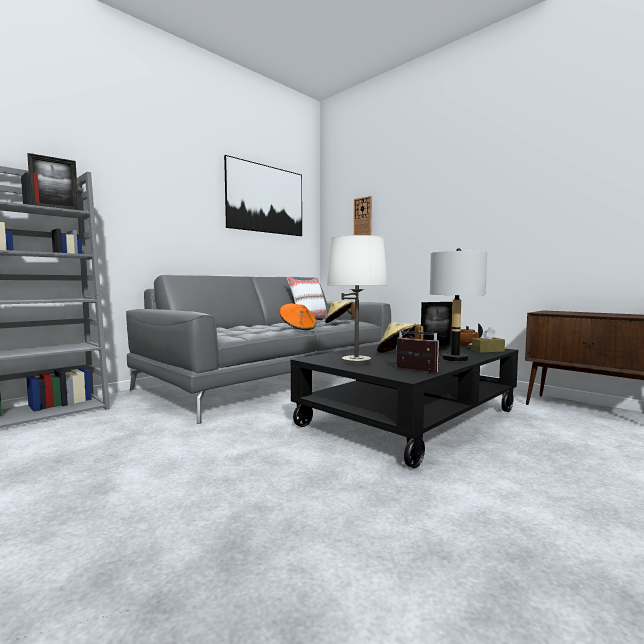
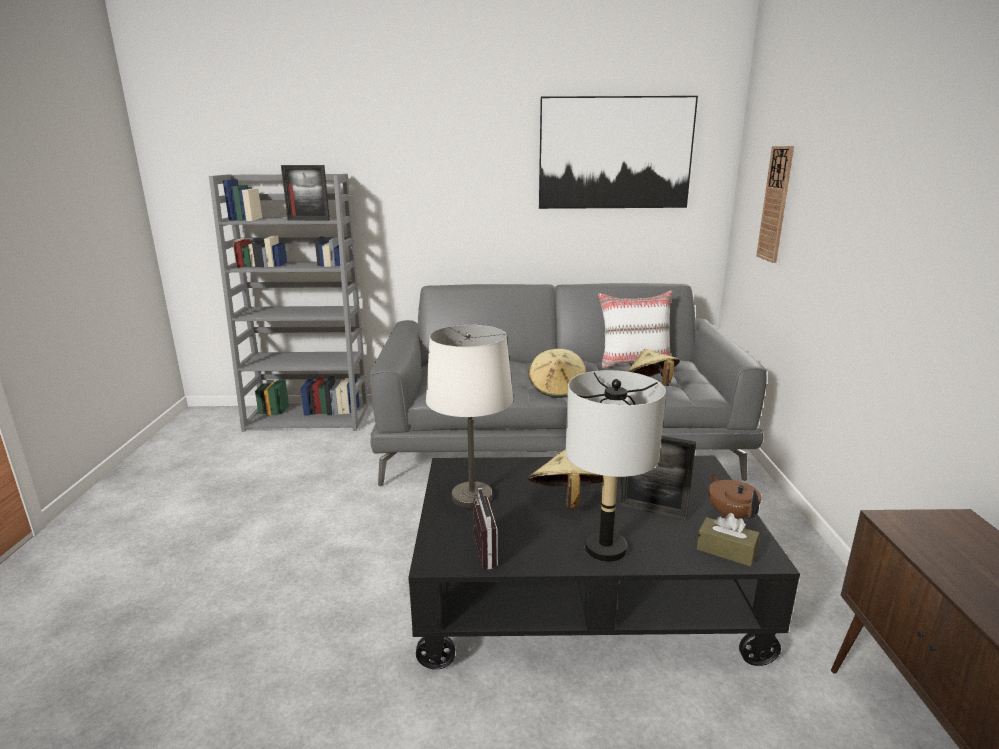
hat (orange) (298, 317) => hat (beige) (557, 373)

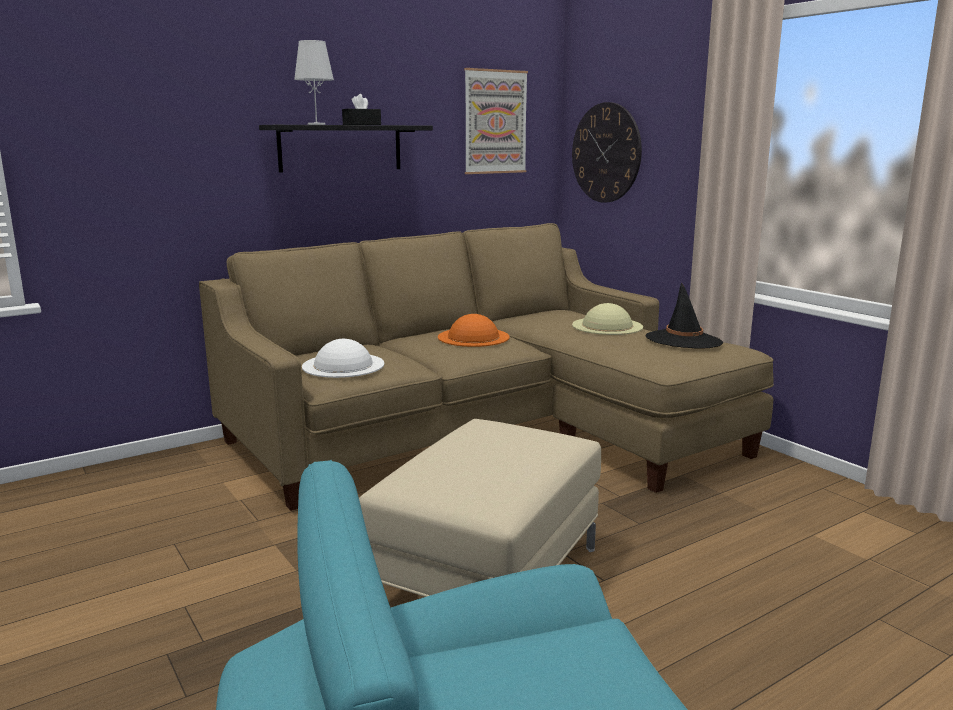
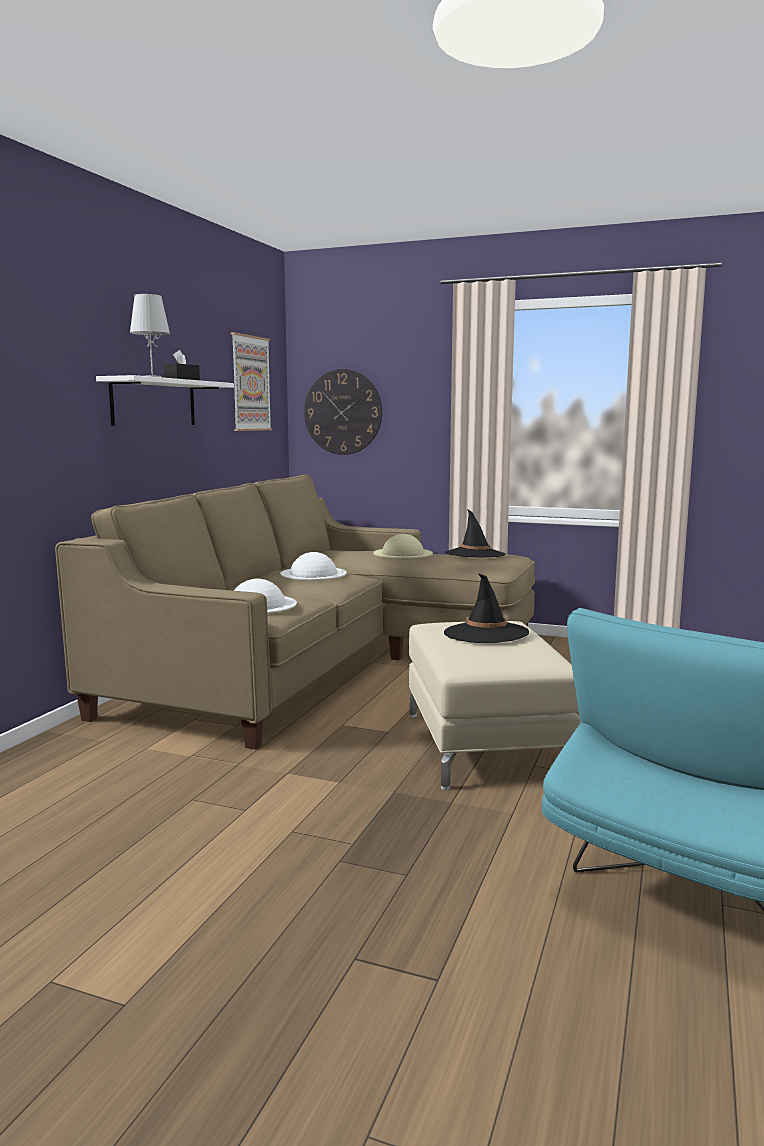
shelf (black) (346, 149) => shelf (white) (165, 400)
hat (orange) (474, 330) => hat (white) (313, 566)
nothing => hat (black) (486, 608)

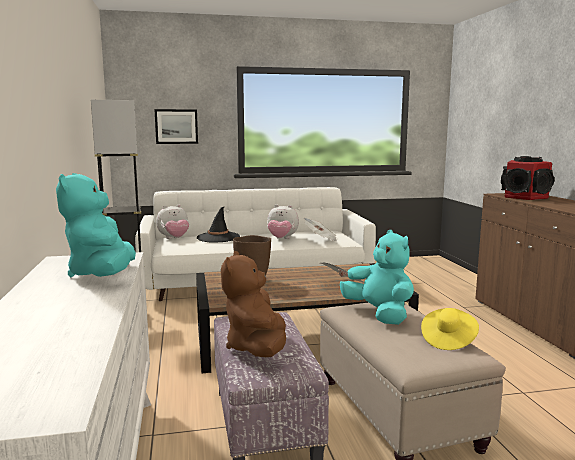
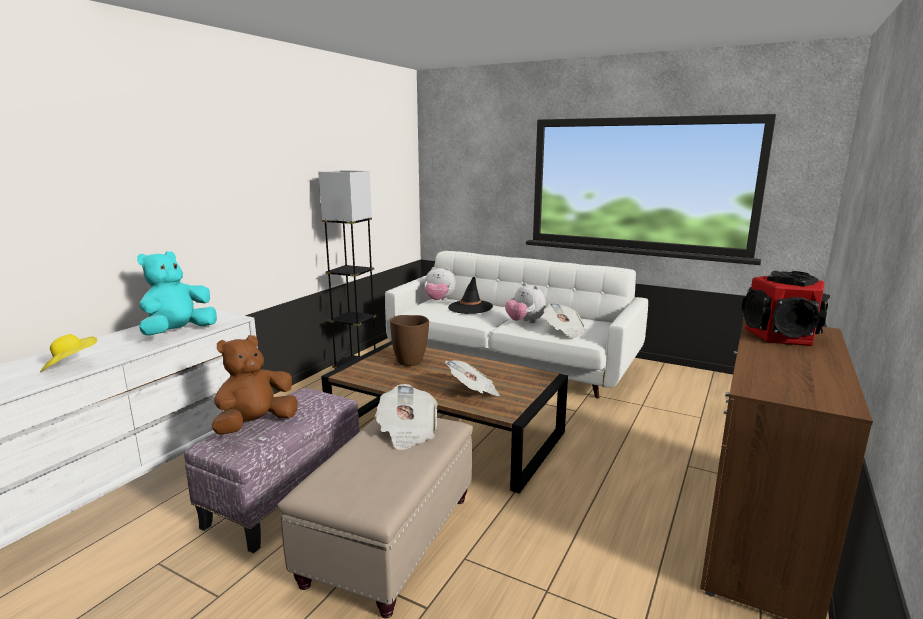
picture (176, 126) => nothing
plush toy (turquoise) (377, 277) => newspaper (406, 417)
hat (yellow) (450, 329) => hat (yellow) (68, 353), relocated

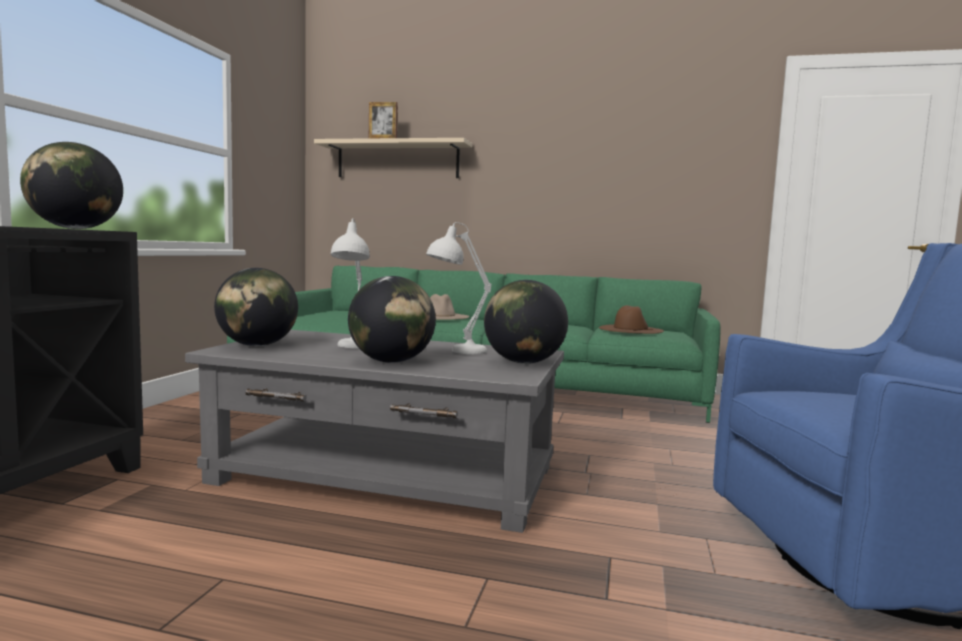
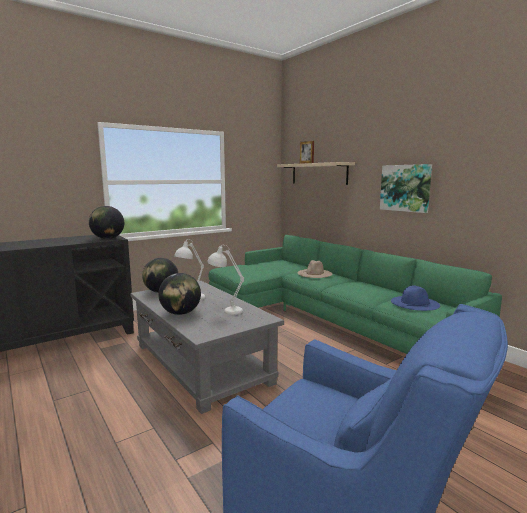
globe (526, 322) => nothing
hat (brown) (631, 319) => hat (blue) (415, 298)
nothing => picture (406, 188)

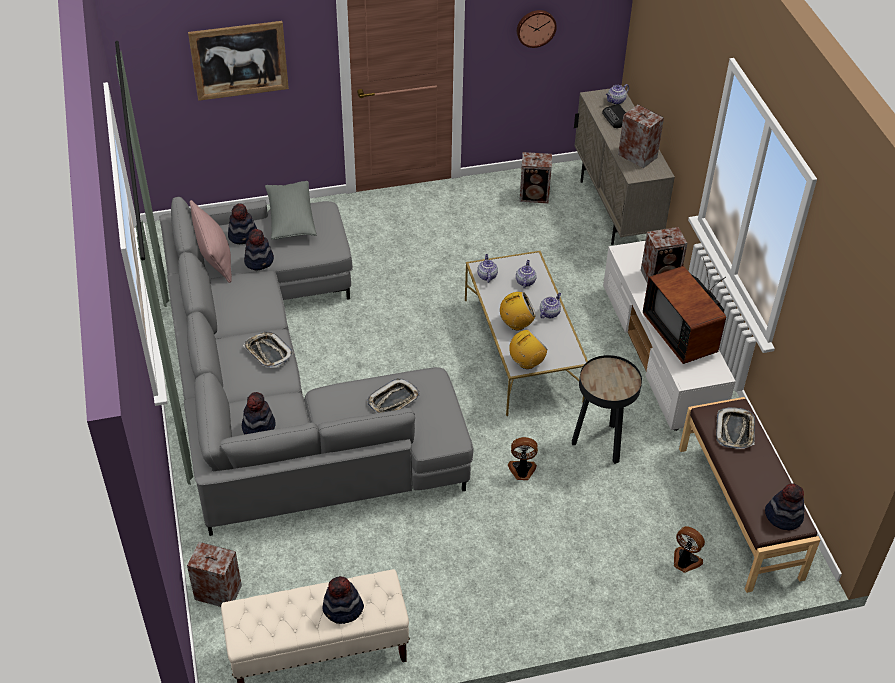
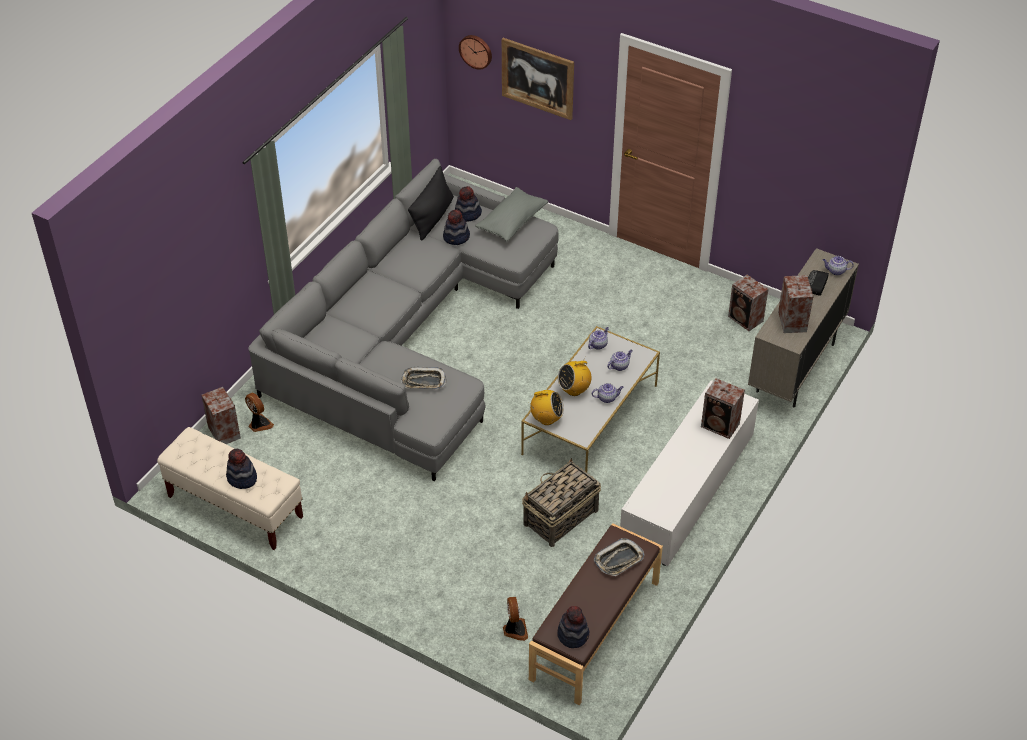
pillow (pink) (211, 241) => pillow (black) (431, 203)
hat (258, 413) => nothing
tray (268, 349) => nothing
radio (518, 311) => radio (574, 378), 120 degrees clockwise
fan (523, 458) => fan (259, 412), relocated
wall clock (537, 29) => wall clock (475, 52), relocated
side table (black) (607, 409) => basket (561, 502)
television (684, 311) => nothing

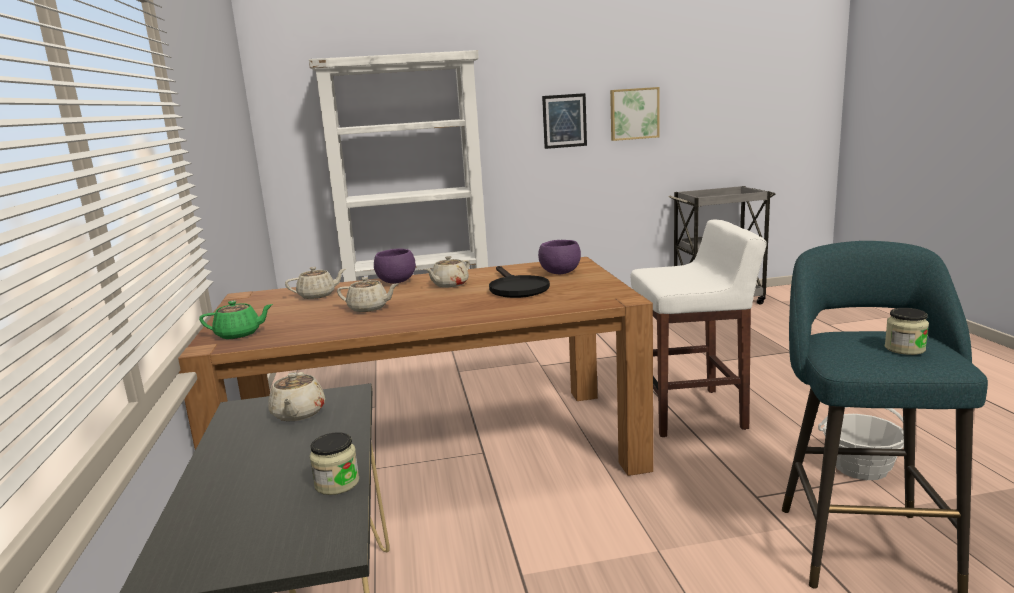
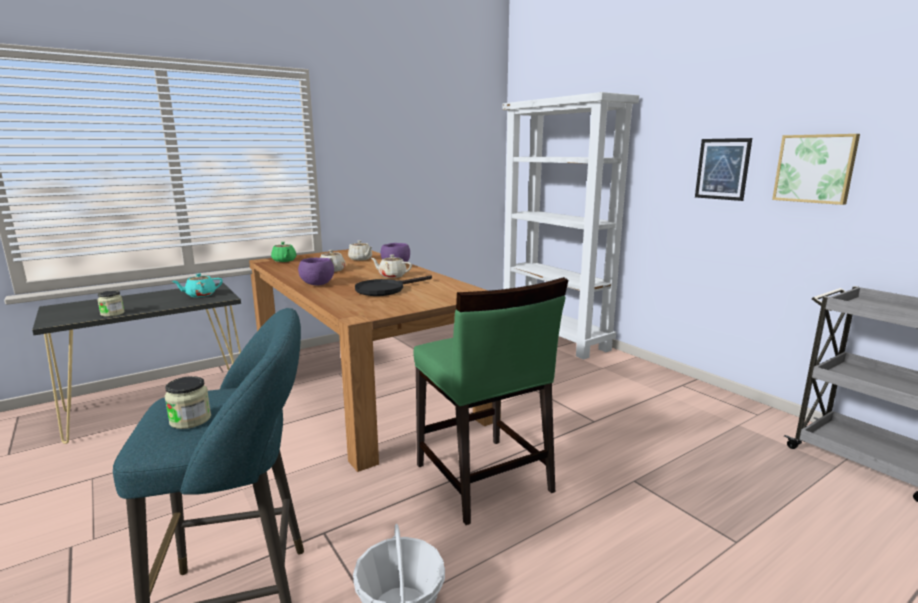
teapot (beige) (296, 396) => teapot (turquoise) (197, 285)
bowl (purple) (559, 257) => bowl (purple) (316, 271), relocated
stool (white) (699, 328) => chair (green) (491, 401)

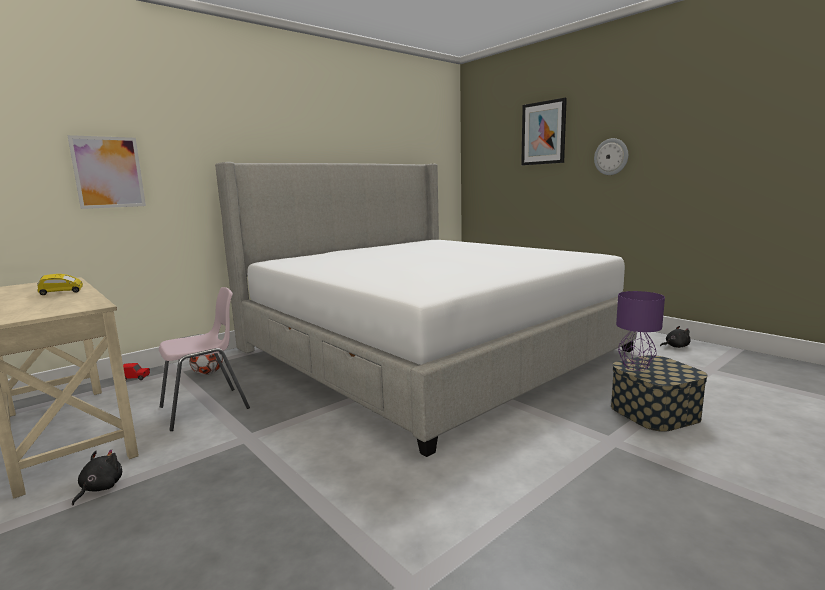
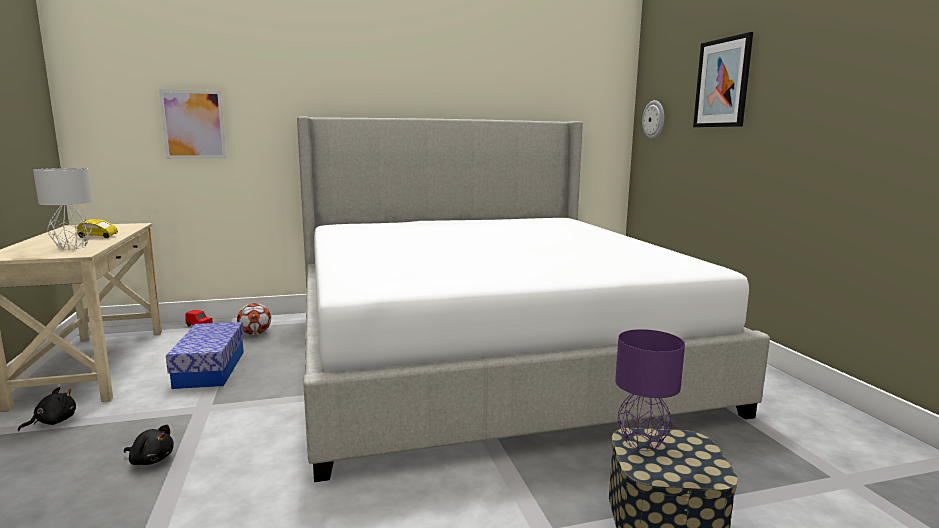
chair (pink) (204, 359) => storage box (205, 355)
wall clock (611, 156) => wall clock (653, 119), relocated
plush toy (black) (675, 337) => plush toy (black) (149, 445), relocated
nothing => table lamp (grey) (62, 209)

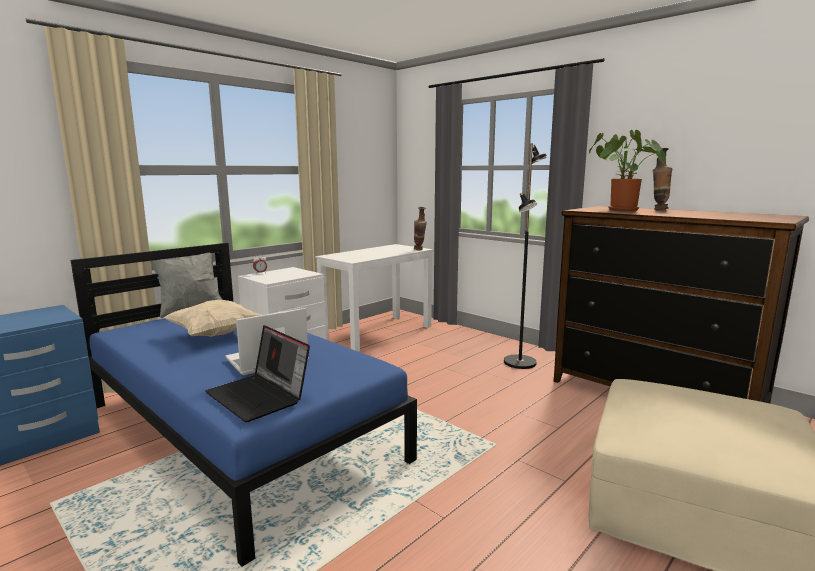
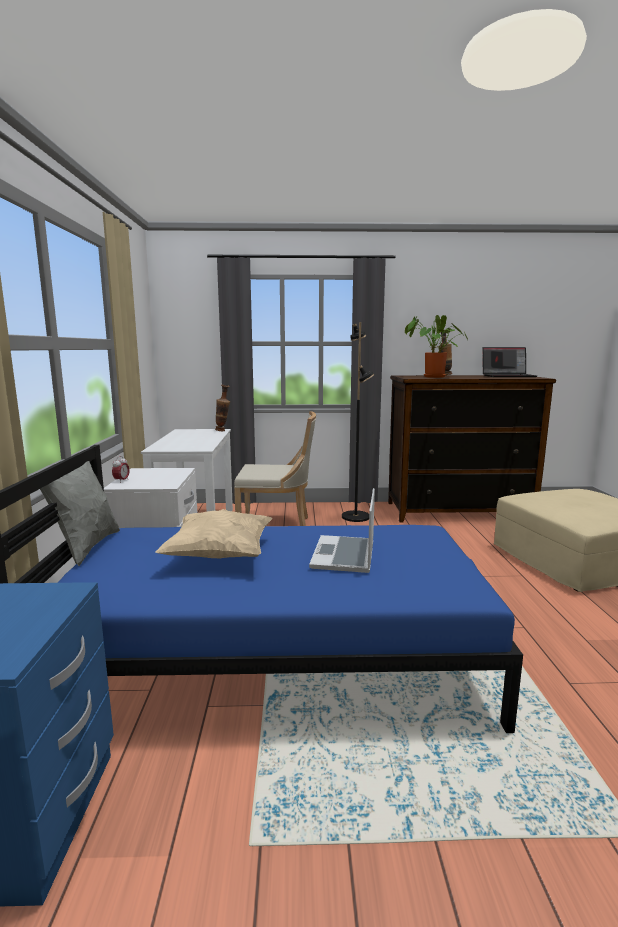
laptop (257, 373) => laptop (509, 362), relocated
nothing => chair (beige) (275, 468)

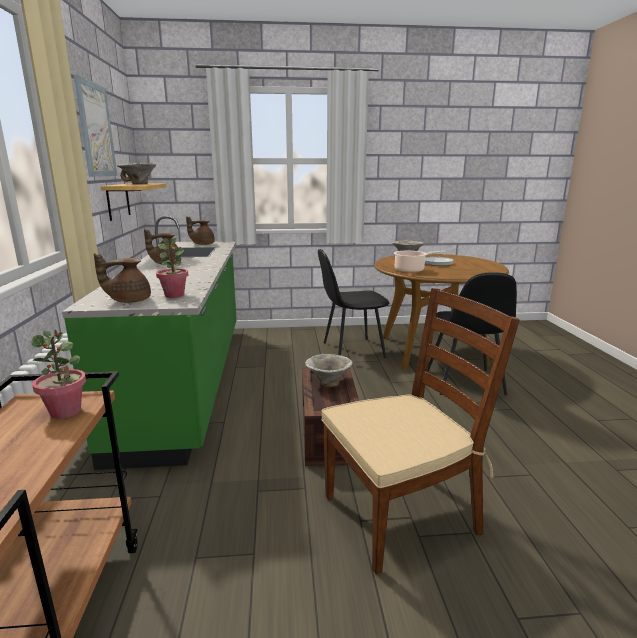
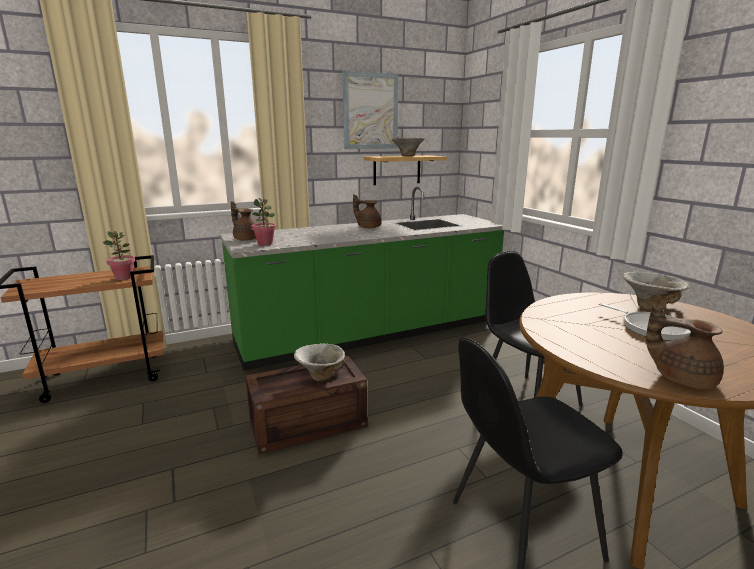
teapot (brown) (200, 230) => teapot (brown) (685, 346), relocated
chair (brown) (420, 431) => nothing
cooking pot (420, 262) => nothing

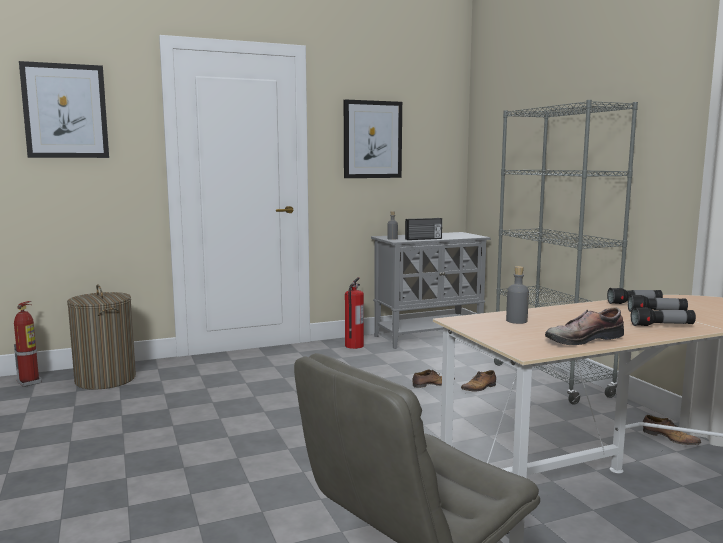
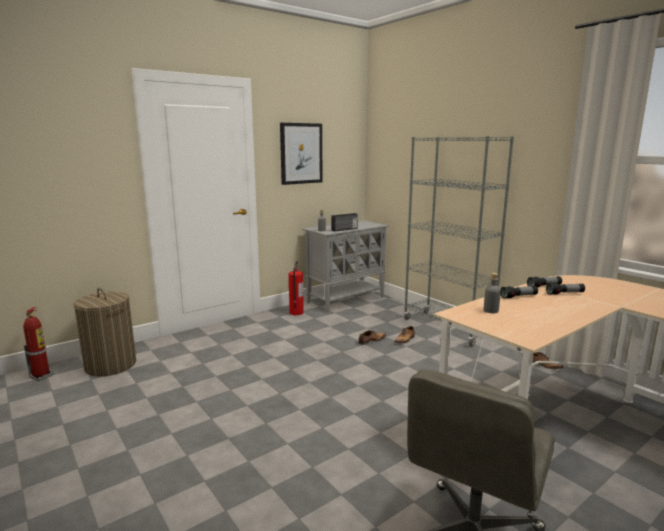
picture (64, 109) => nothing
shoe (584, 326) => nothing
flashlight (663, 316) => flashlight (519, 292), relocated

